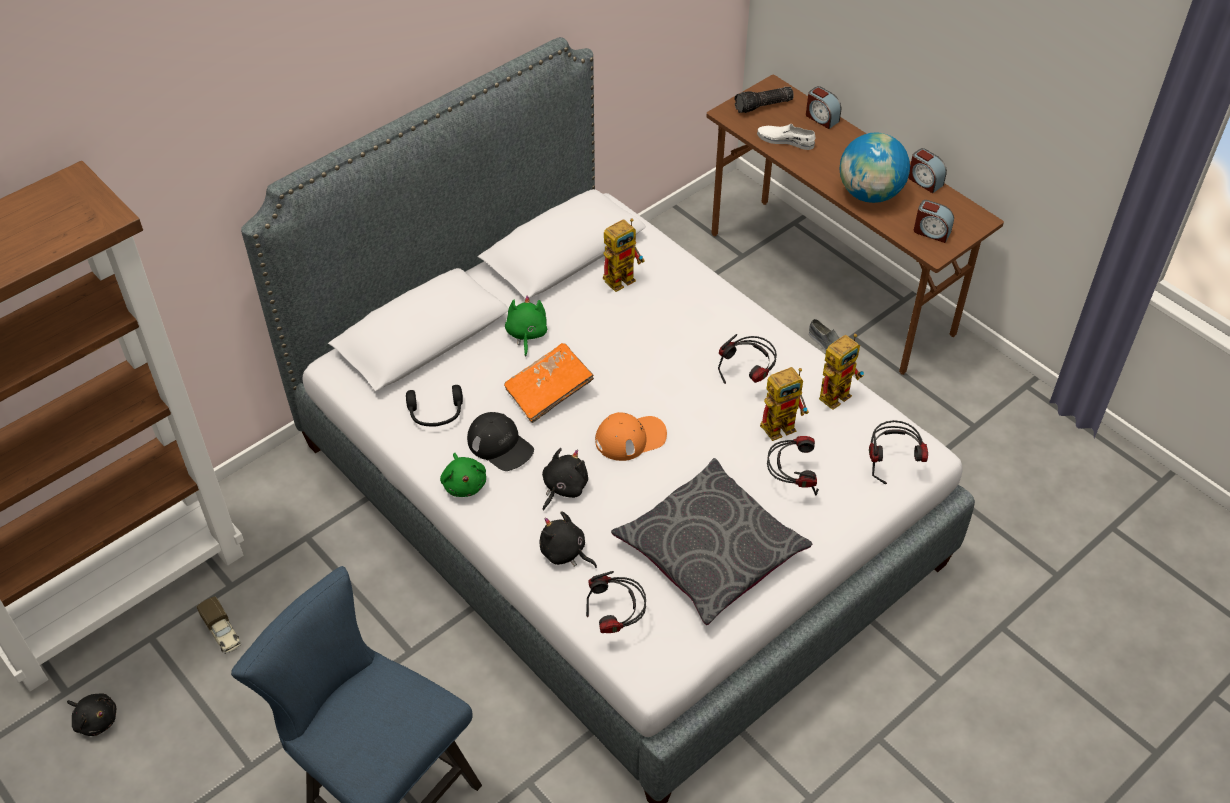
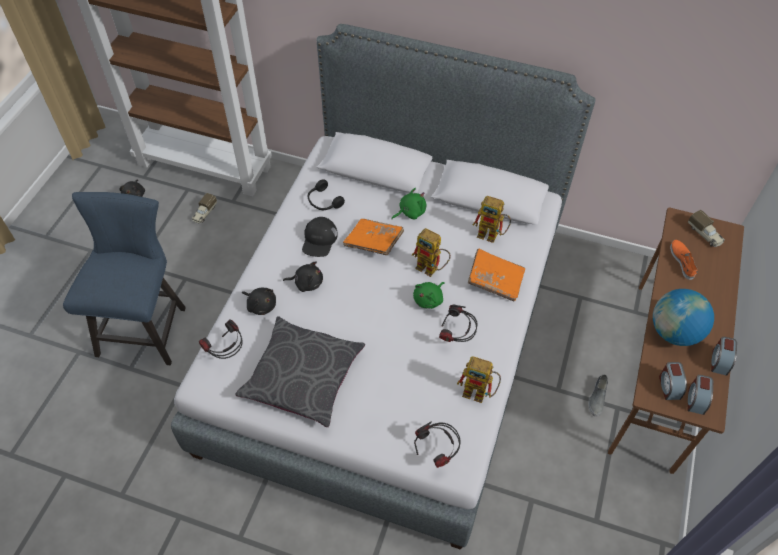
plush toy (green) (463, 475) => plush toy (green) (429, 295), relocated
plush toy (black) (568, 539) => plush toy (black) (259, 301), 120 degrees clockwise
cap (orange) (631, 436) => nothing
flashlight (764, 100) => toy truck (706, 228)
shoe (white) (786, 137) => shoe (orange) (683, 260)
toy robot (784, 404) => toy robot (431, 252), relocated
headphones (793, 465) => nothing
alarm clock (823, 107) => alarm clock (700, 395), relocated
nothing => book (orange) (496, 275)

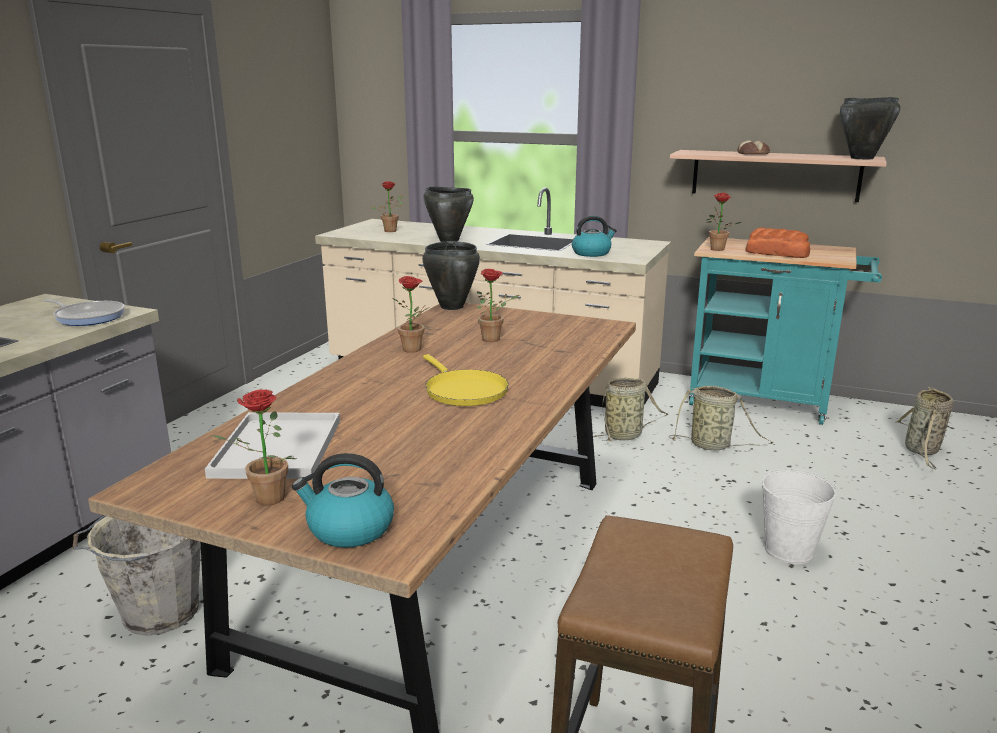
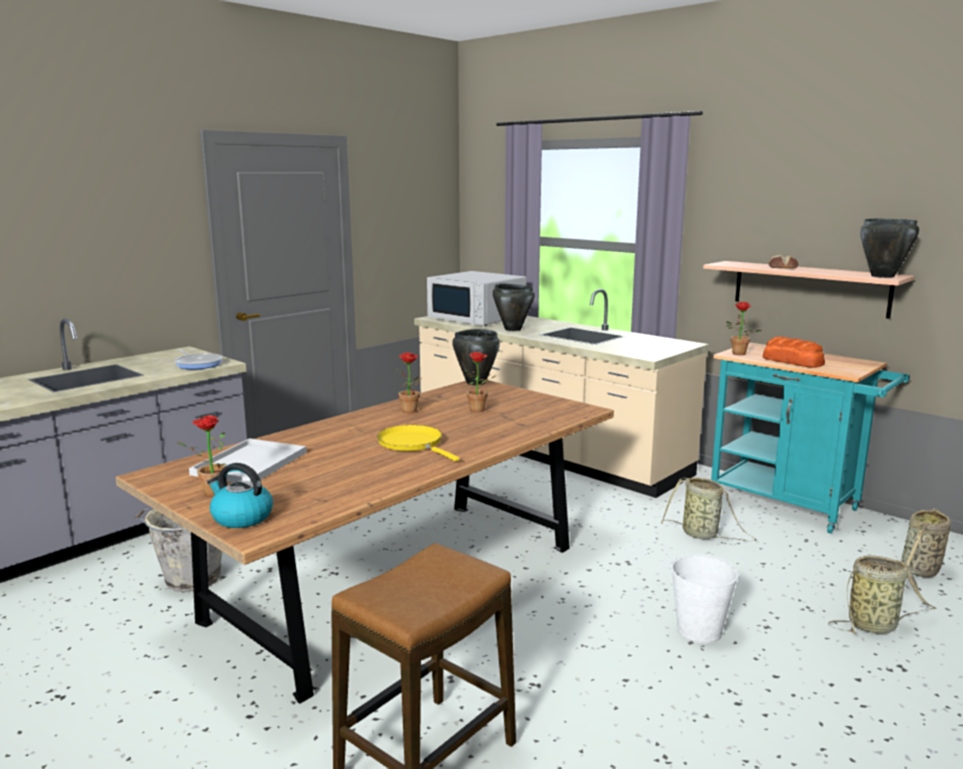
potted plant (387, 206) => microwave (white) (476, 298)
frying pan (yellow) (466, 380) => frying pan (yellow) (418, 443), 150 degrees clockwise
kettle (594, 236) => nothing
basket (631, 409) => basket (882, 594), relocated

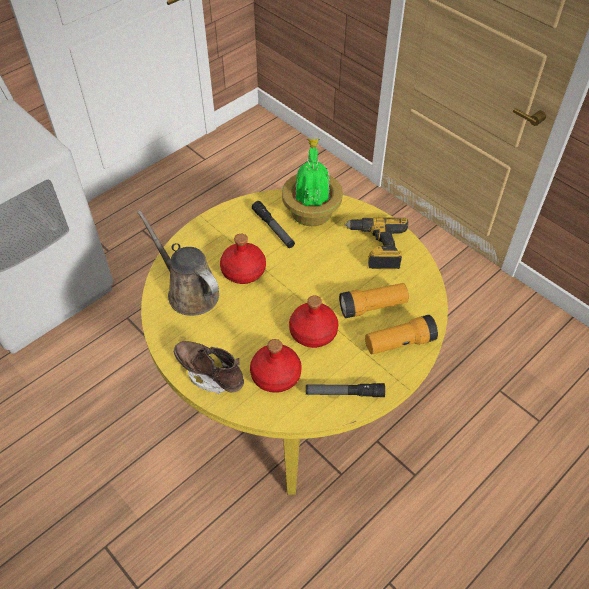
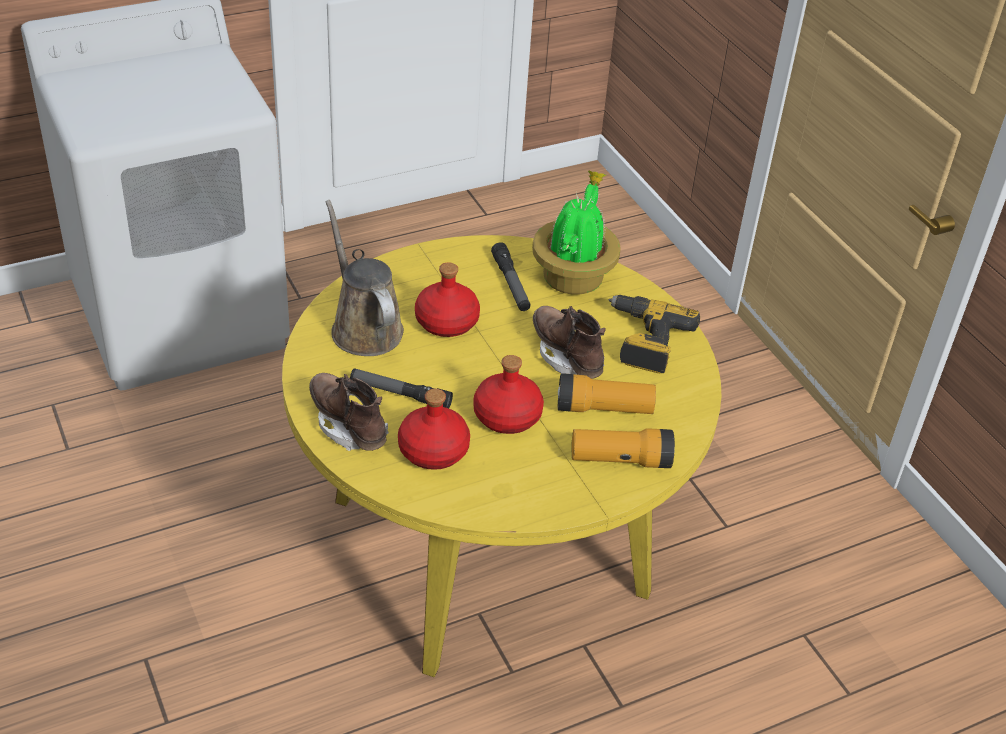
flashlight (345, 390) => flashlight (401, 388), relocated
nothing => boot (brown) (569, 342)

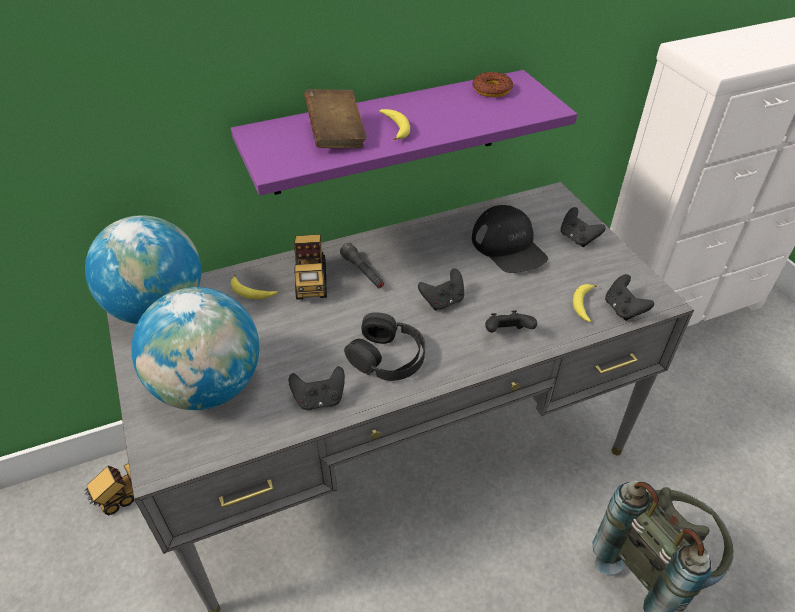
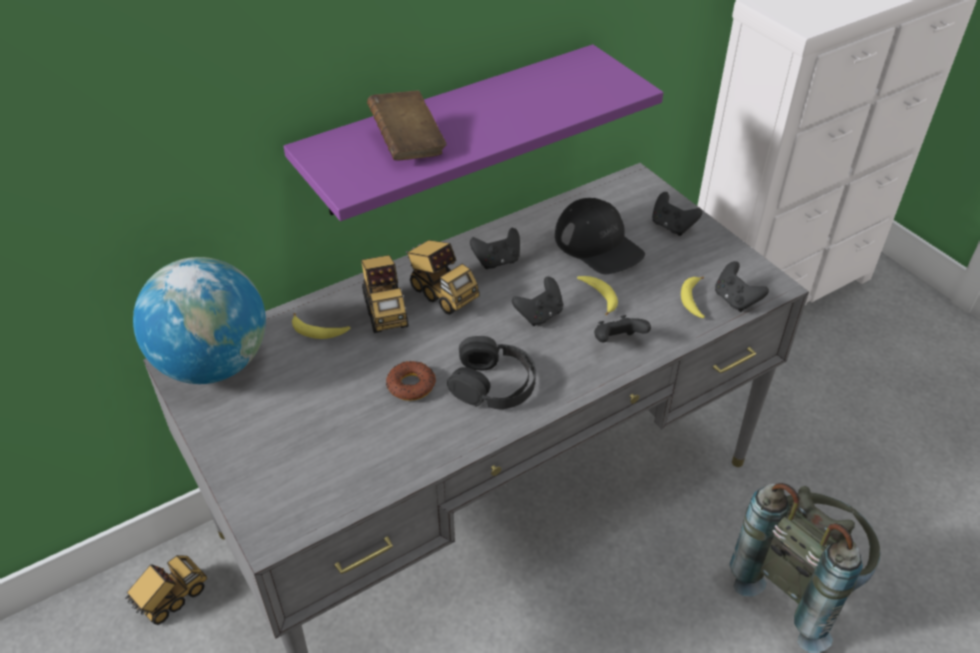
globe (195, 348) => nothing
game controller (black) (317, 388) => game controller (black) (495, 248), relocated
flashlight (grey) (362, 265) => toy truck (442, 277)
banana (395, 125) => banana (597, 296), relocated
donut (492, 84) => donut (411, 381), relocated

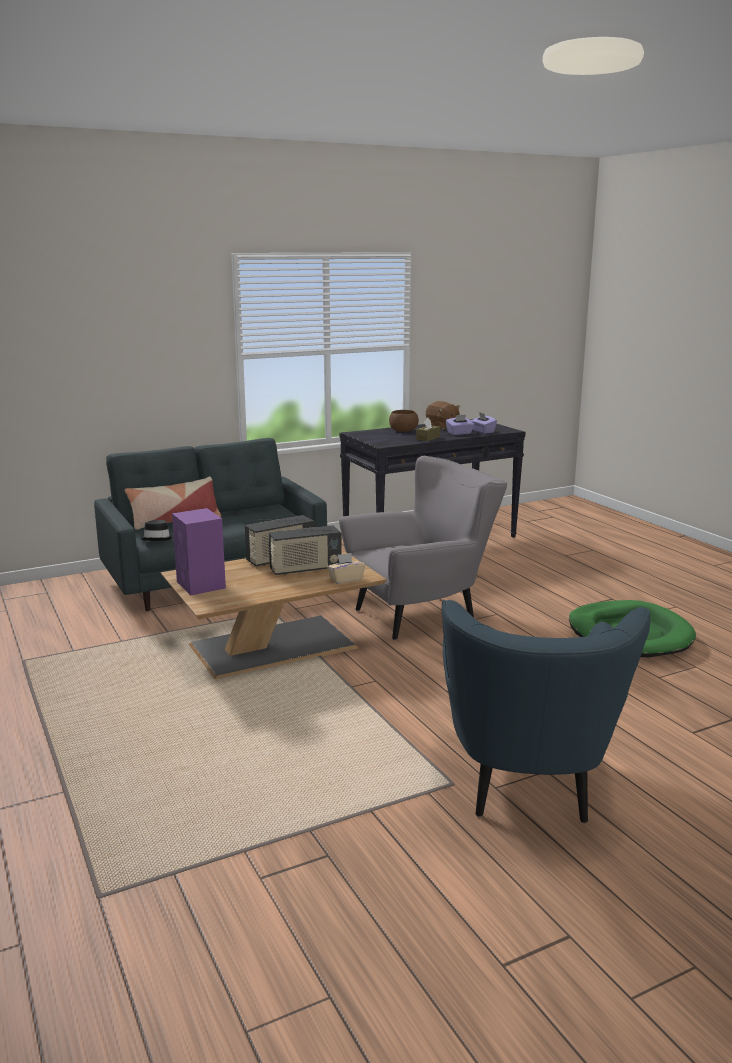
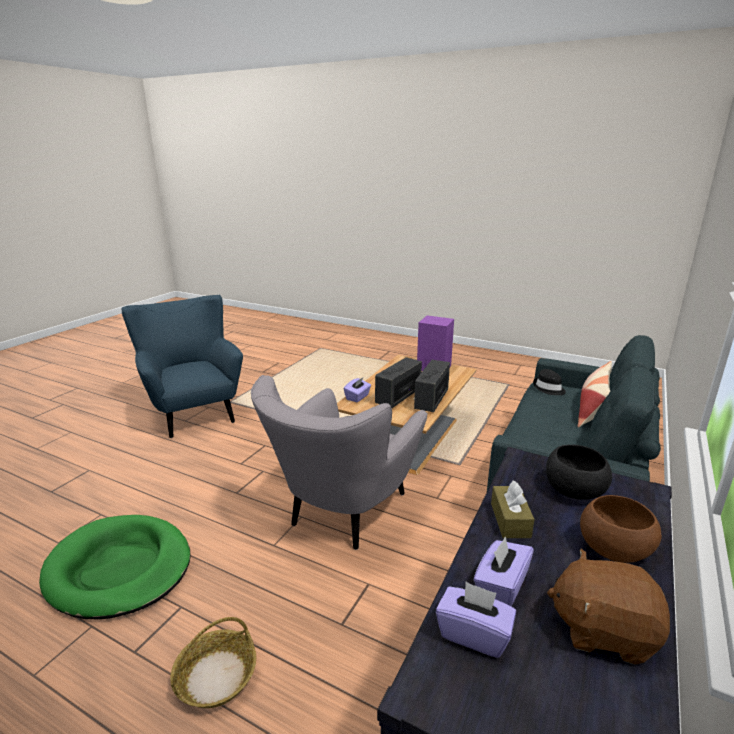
tissue box (beige) (346, 568) => tissue box (purple) (357, 390)
nothing => basket (213, 662)
nothing => bowl (black) (579, 472)

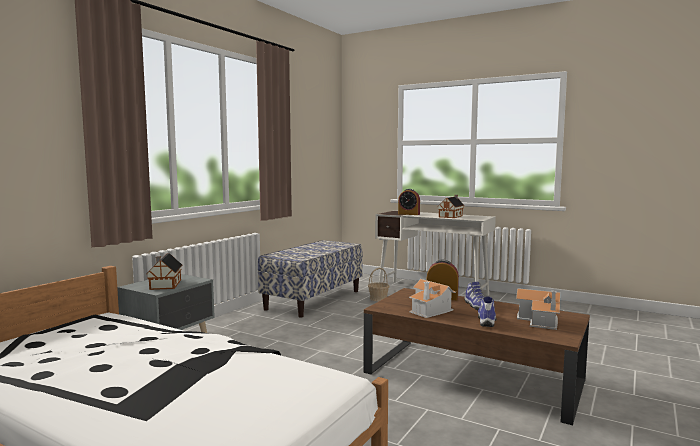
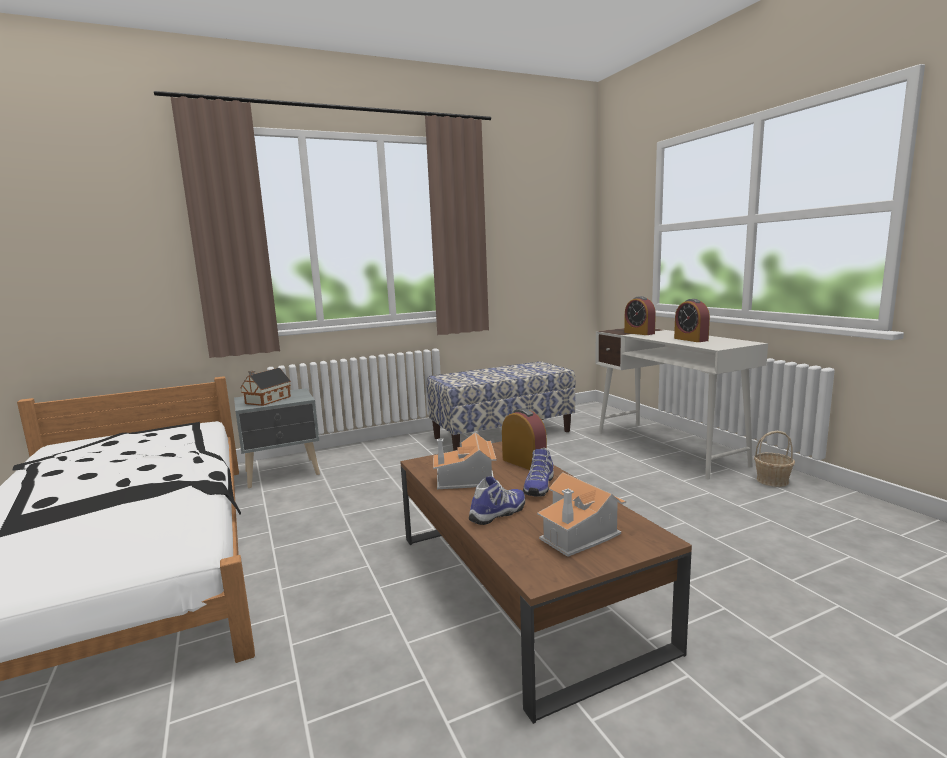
basket (379, 284) => basket (774, 459), relocated
toy house (451, 206) => alarm clock (692, 320)

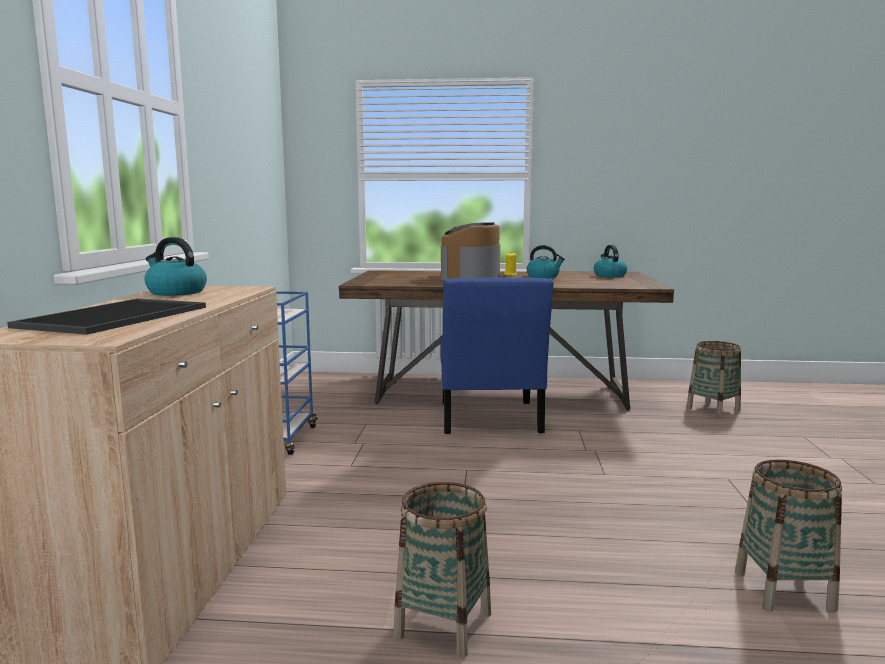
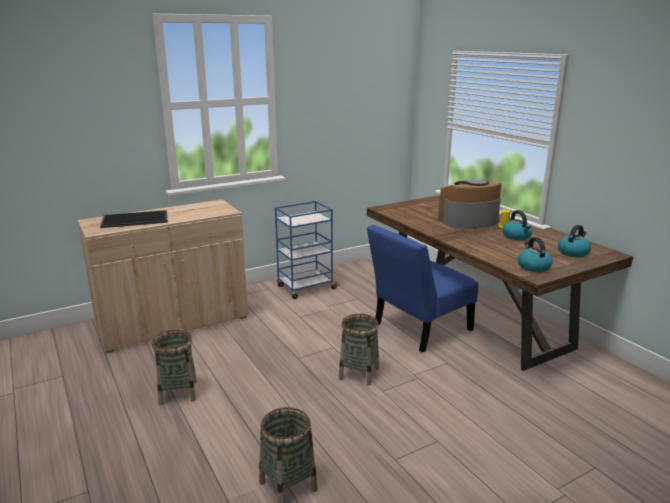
kettle (176, 266) => kettle (535, 254), relocated
basket (713, 379) => basket (359, 350), relocated

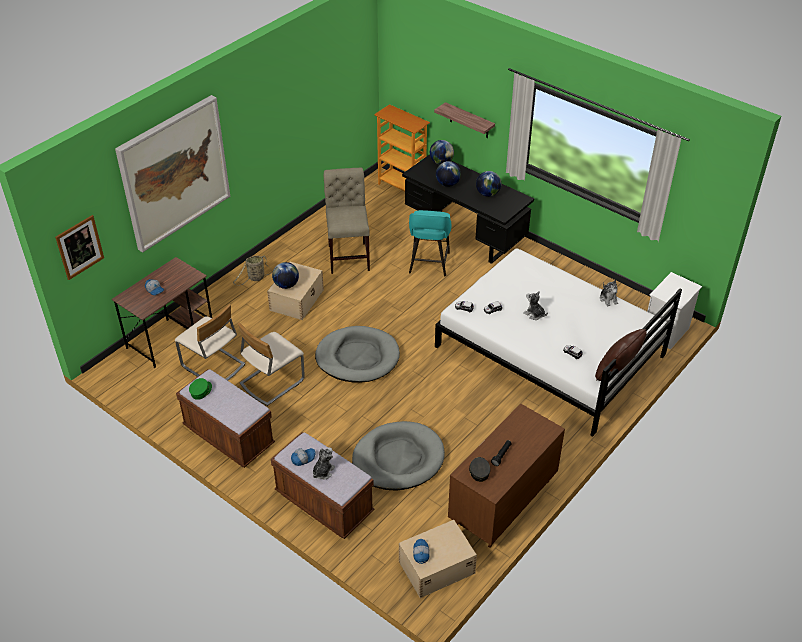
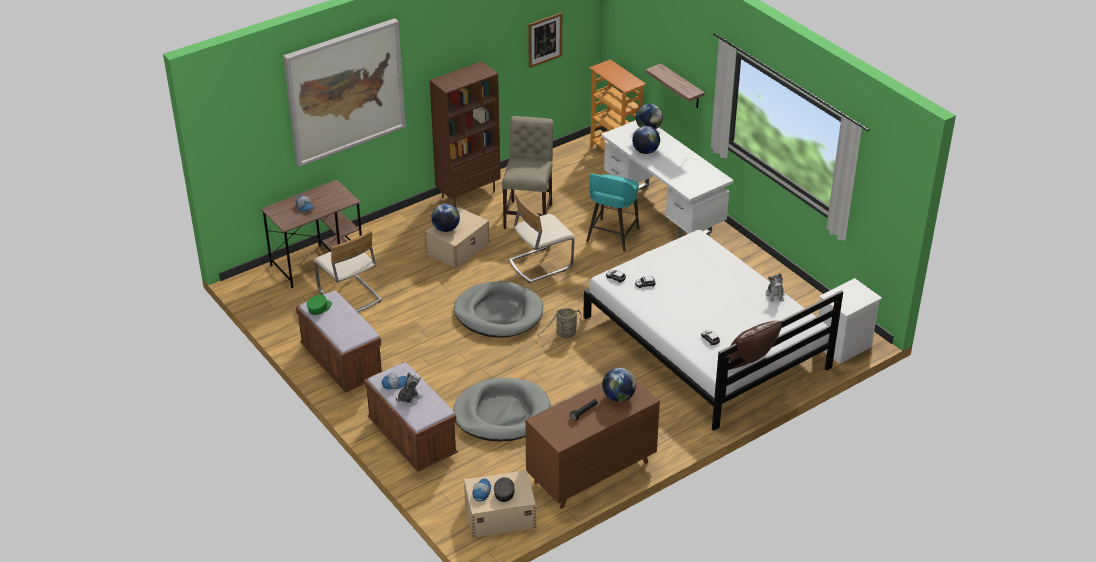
picture (79, 247) => picture (545, 40), relocated
basket (252, 271) => basket (562, 324), relocated
chair (beige) (271, 364) => chair (beige) (542, 238), relocated
desk (black) (468, 209) => desk (white) (667, 179)
cap (grey) (479, 469) => cap (grey) (504, 489), relocated
globe (488, 184) => globe (619, 385), relocated
plush toy (535, 305) => nothing
nothing => bookcase (brown) (465, 134)

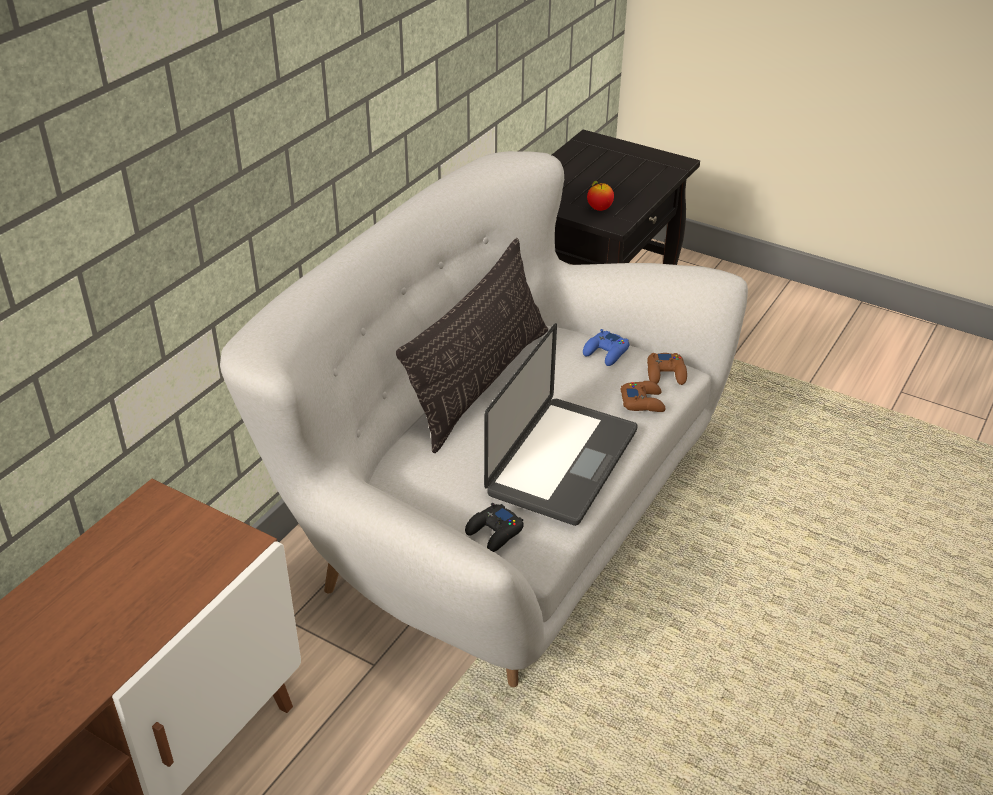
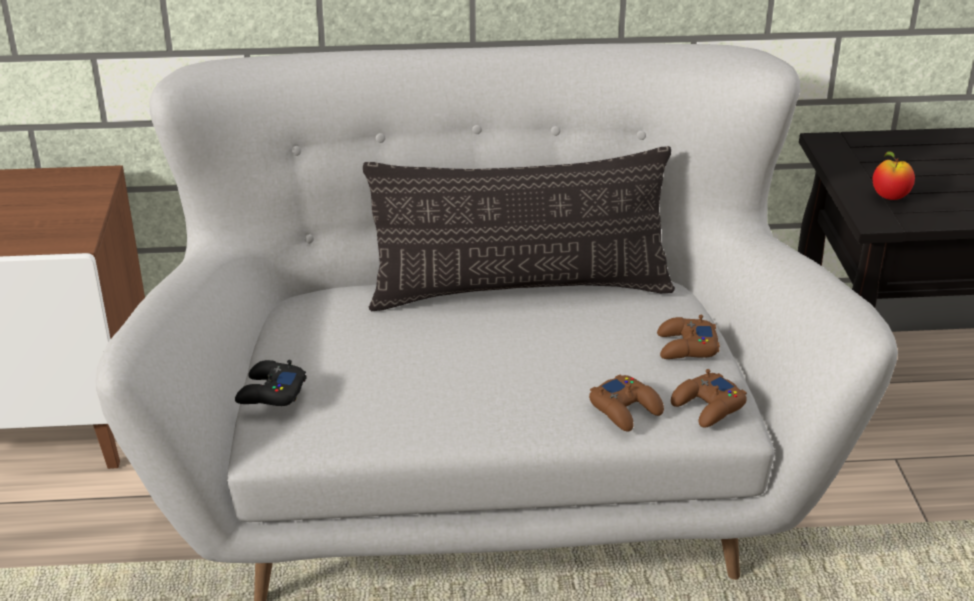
laptop (560, 424) => nothing
game controller (blue) (606, 347) => game controller (brown) (688, 337)

